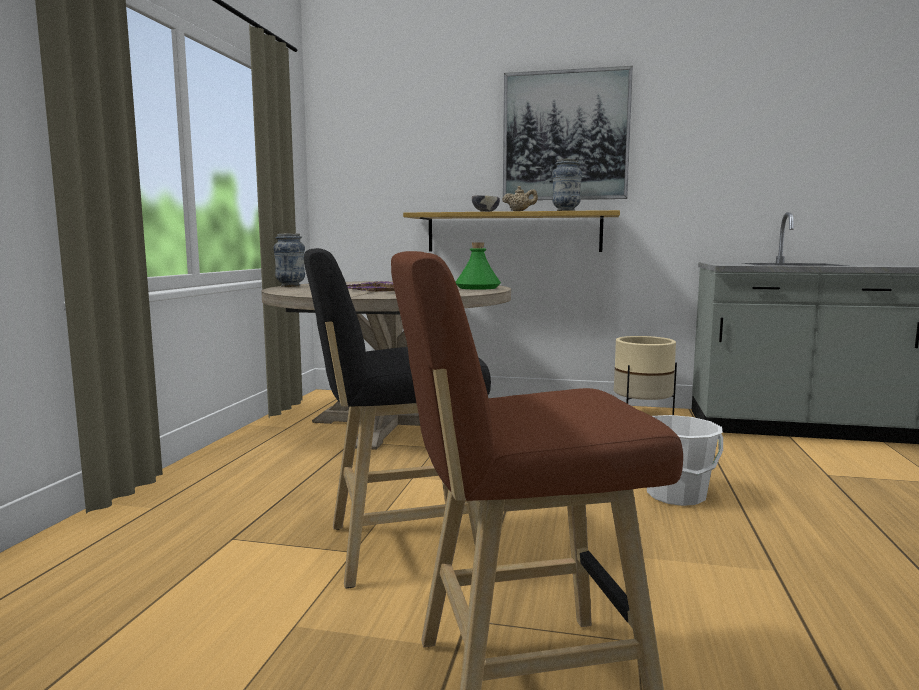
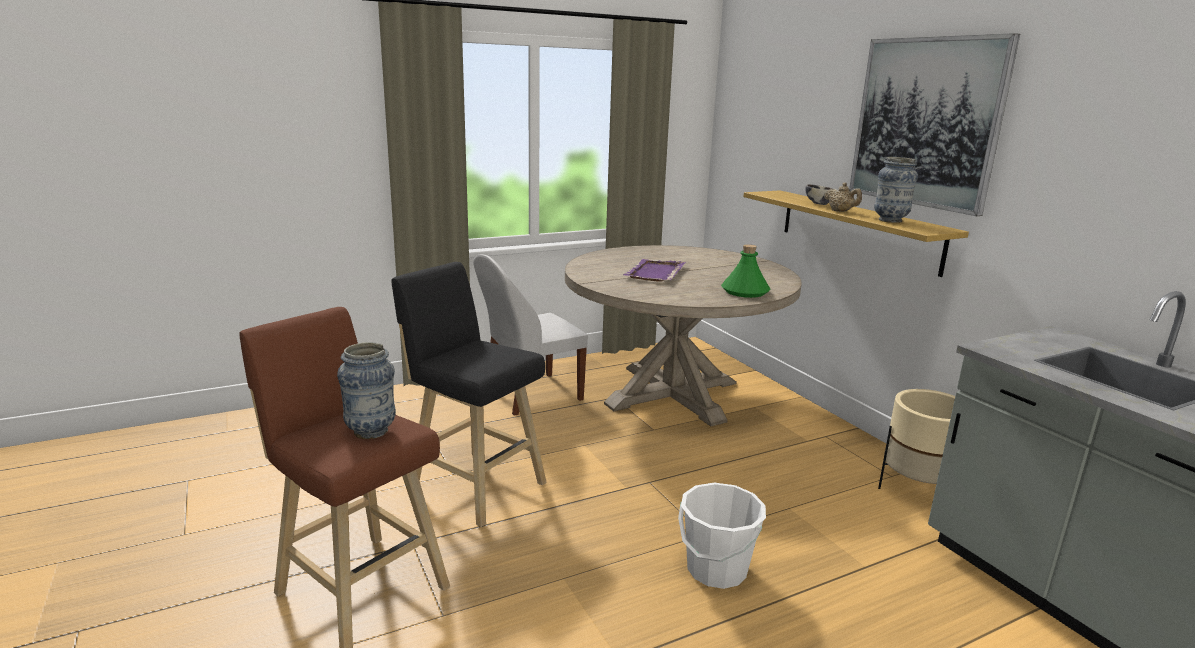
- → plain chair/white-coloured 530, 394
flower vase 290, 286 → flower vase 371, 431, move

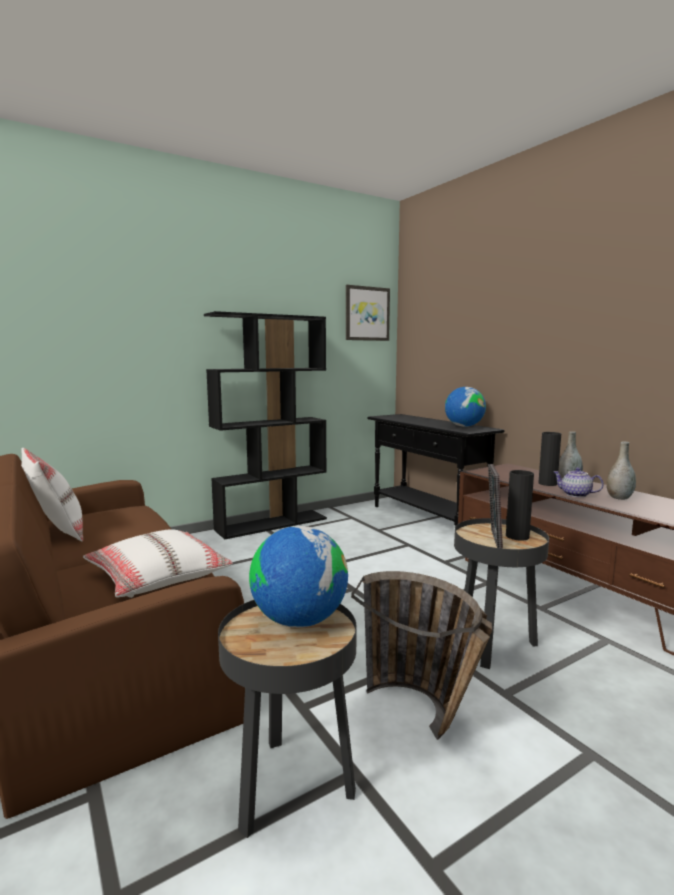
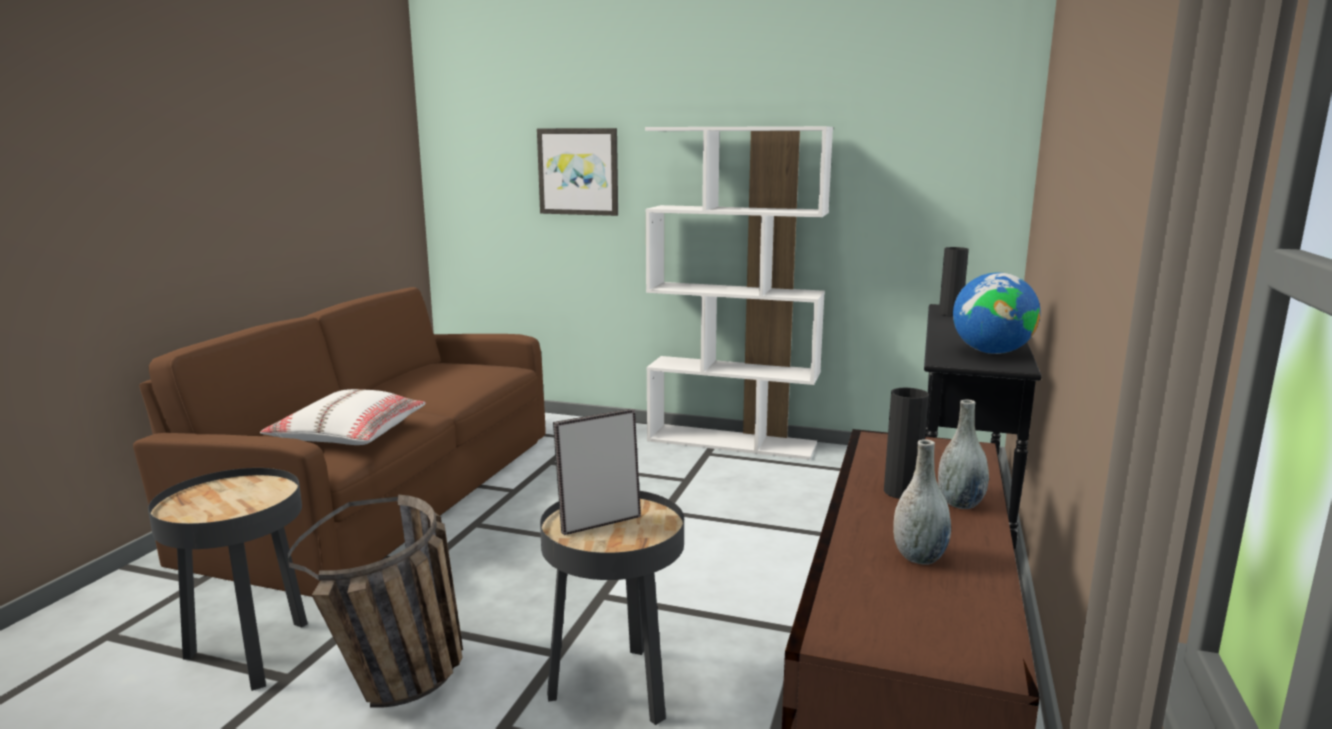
throw pillow/white-coloured 56, 532 → -
globe 299, 621 → -
teapot 575, 495 → -
picture 367, 313 → picture 578, 171, move
flower vase/black 517, 536 → flower vase/black 950, 314, move
shelving unit/black 272, 524 → shelving unit/white-coloured 732, 442

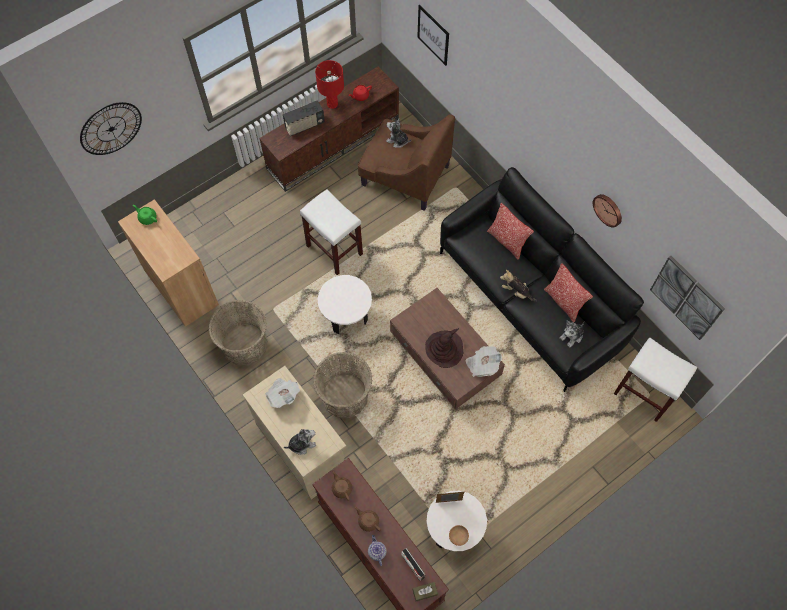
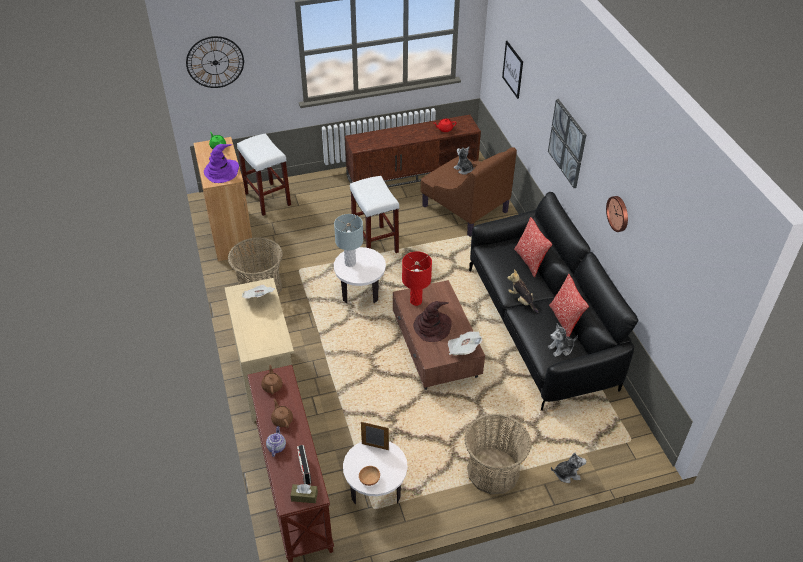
radio 304, 125 → -
- → clothing hat/purple 221, 171
- → tabletop lamp/grey 350, 263
plush toy 302, 443 → plush toy 567, 474, move
household basket 345, 396 → household basket 493, 471, move
tabletop lamp/reddish 332, 104 → tabletop lamp/reddish 416, 301, move
sitting stool/white-coloured 645, 393 → sitting stool/white-coloured 268, 199, move
picture 686, 297 → picture 567, 143, move

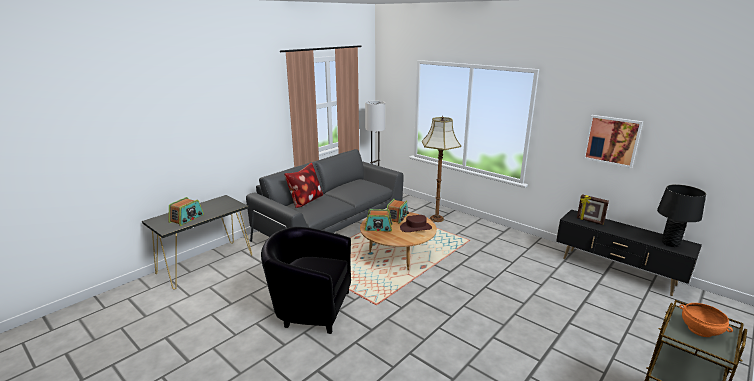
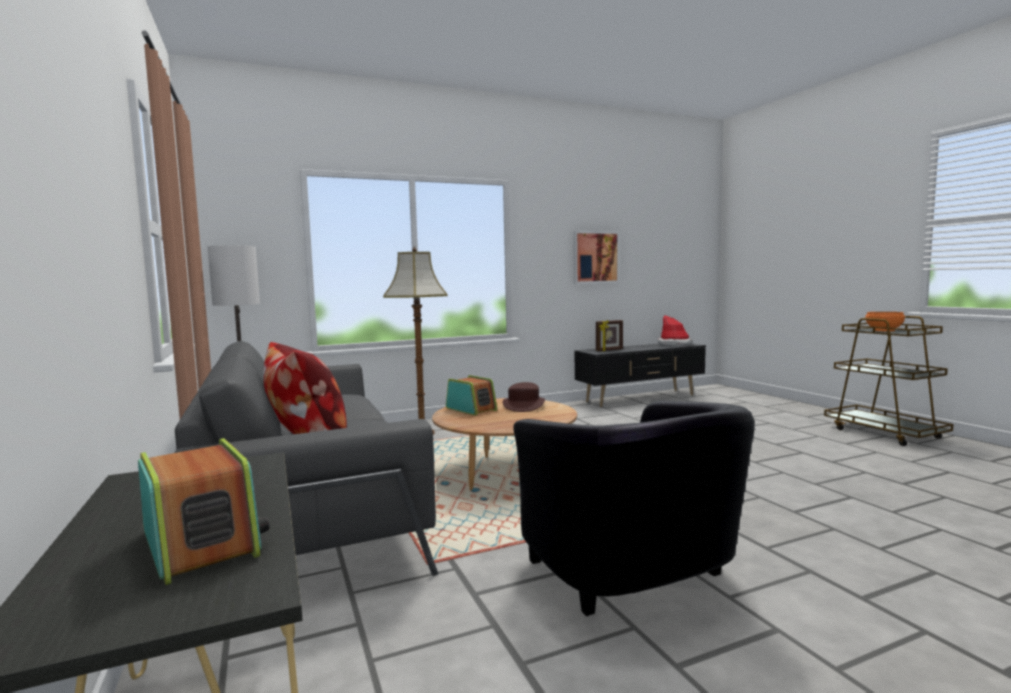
radio 378, 228 → -
tabletop lamp/black 670, 243 → clothing hat 674, 345
armchair/black 310, 307 → armchair/black 634, 577, 60 degrees counterclockwise

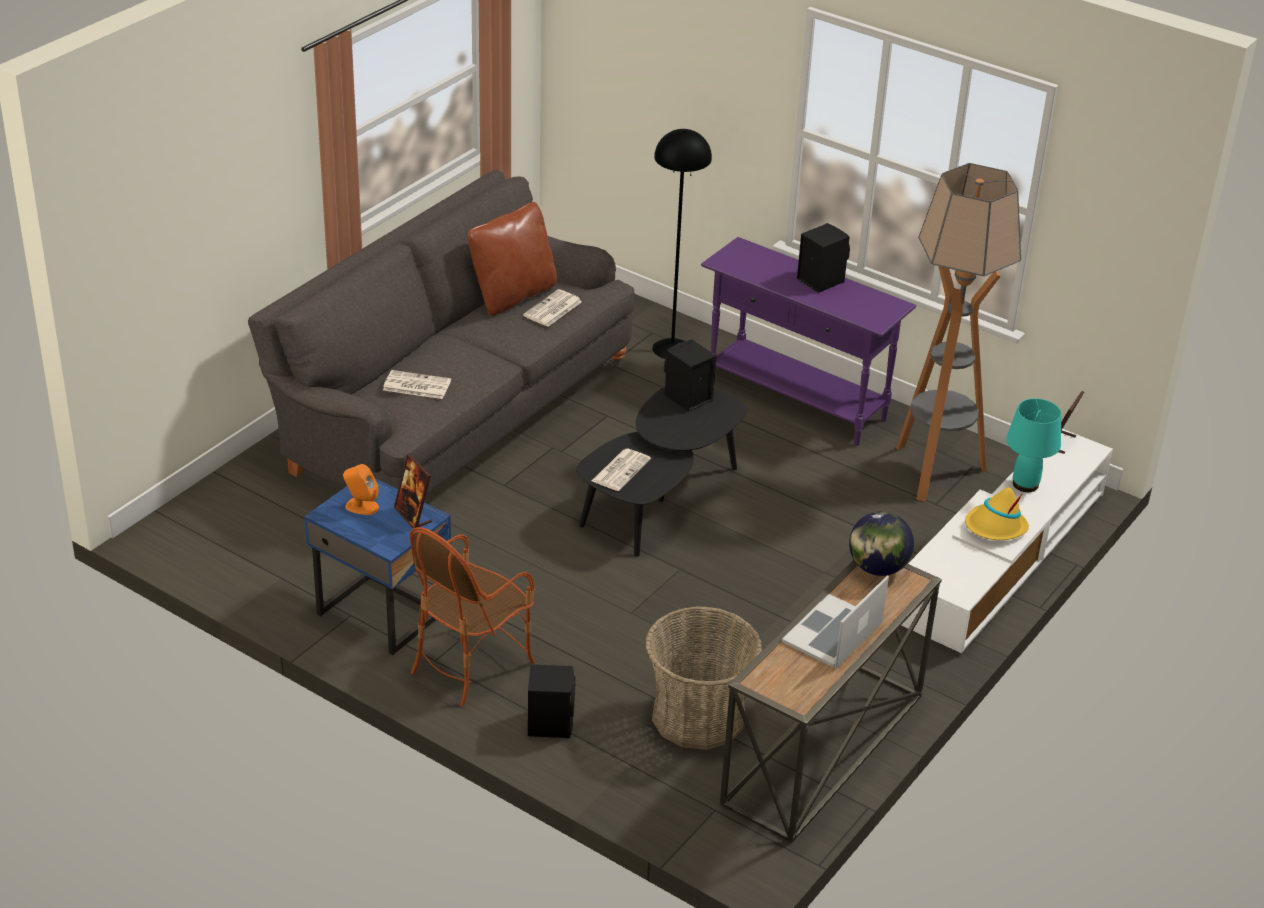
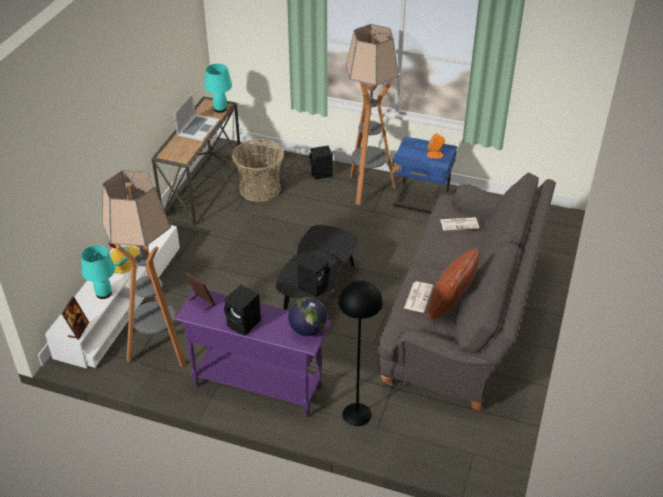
printed paper 621, 470 → -
- → tabletop lamp/blue-green 220, 109
picture frame 413, 515 → picture frame 201, 302, move
globe 877, 568 → globe 308, 329, move
armchair 471, 664 → floor lamp 368, 189

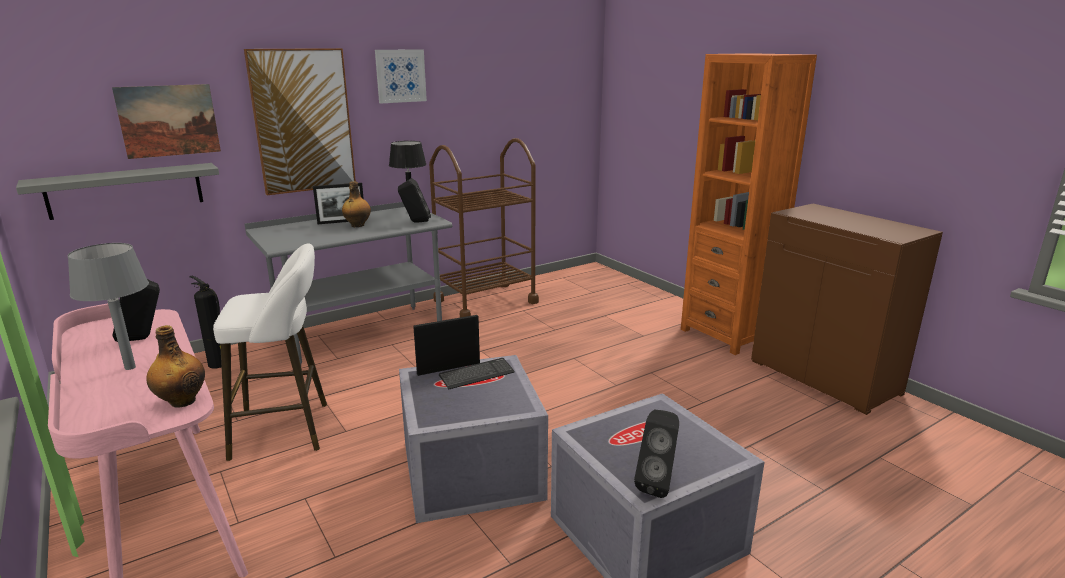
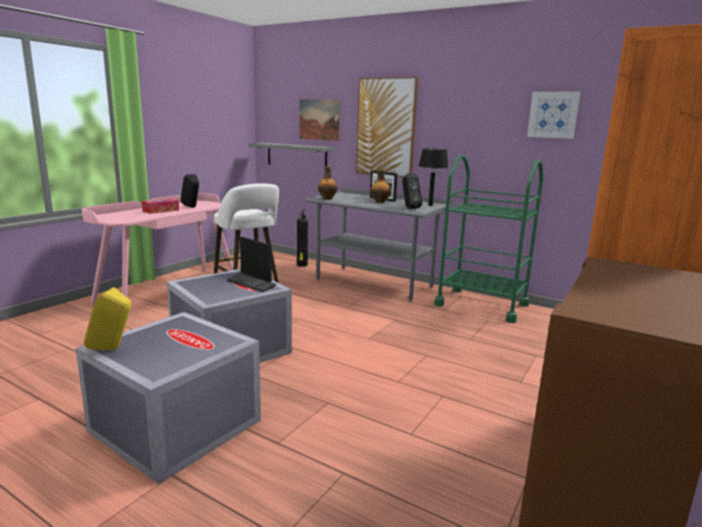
beverage bottle 182, 401 → beverage bottle 327, 199, move
picture 400, 76 → picture 553, 115, move
tabletop lamp/grey 130, 367 → tissue holder 161, 211
wheeled cart/brownish 485, 301 → wheeled cart/greenish 481, 305
audio speaker/black 658, 484 → audio speaker/yellow-coloured 112, 349

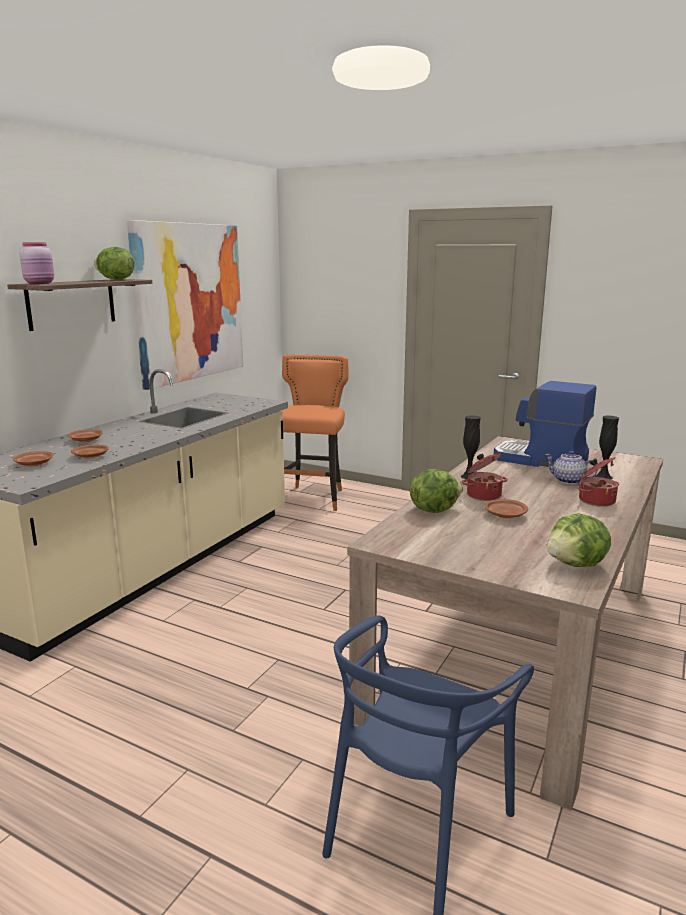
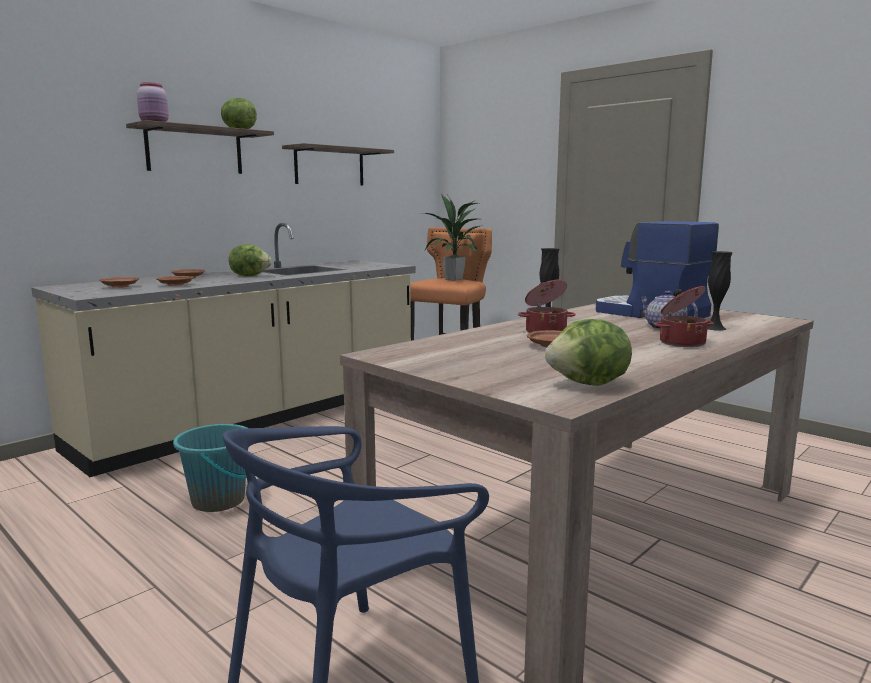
- → pail/blue-green 219, 500
- → houseplant 454, 279
lettuce head 433, 509 → lettuce head 249, 276, move
picture 189, 302 → shelf 329, 166

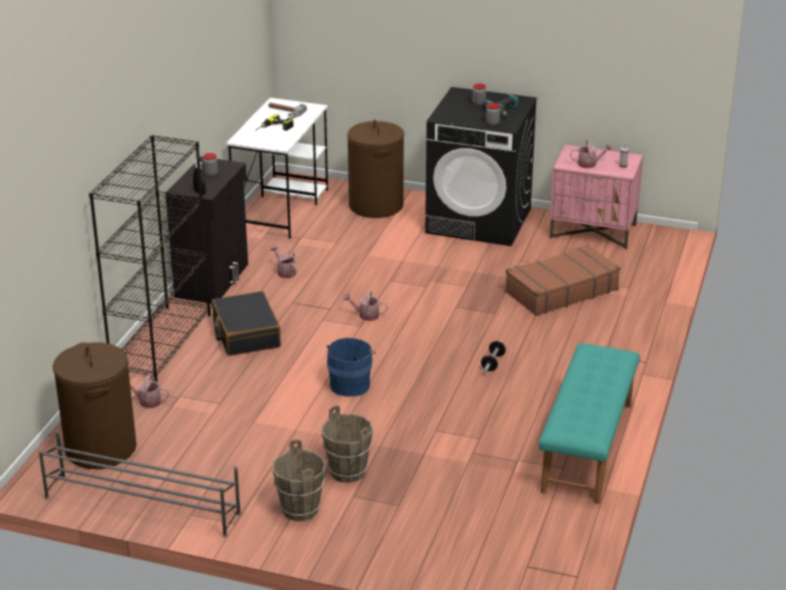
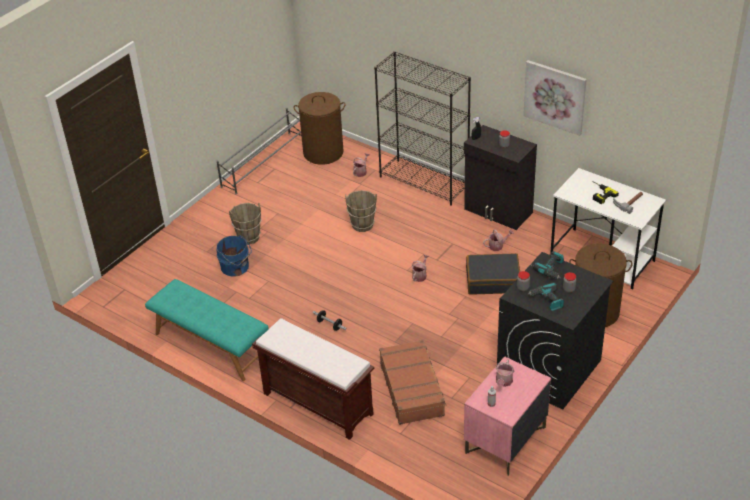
- → indoor bench/brownish 316, 403
- → picture 555, 96
- → power drill 552, 269
suitcase/black 246, 334 → suitcase/black 492, 280, move
pail/brownish 300, 510 → pail/brownish 362, 225, move
pail/blue 350, 384 → pail/blue 236, 267, move

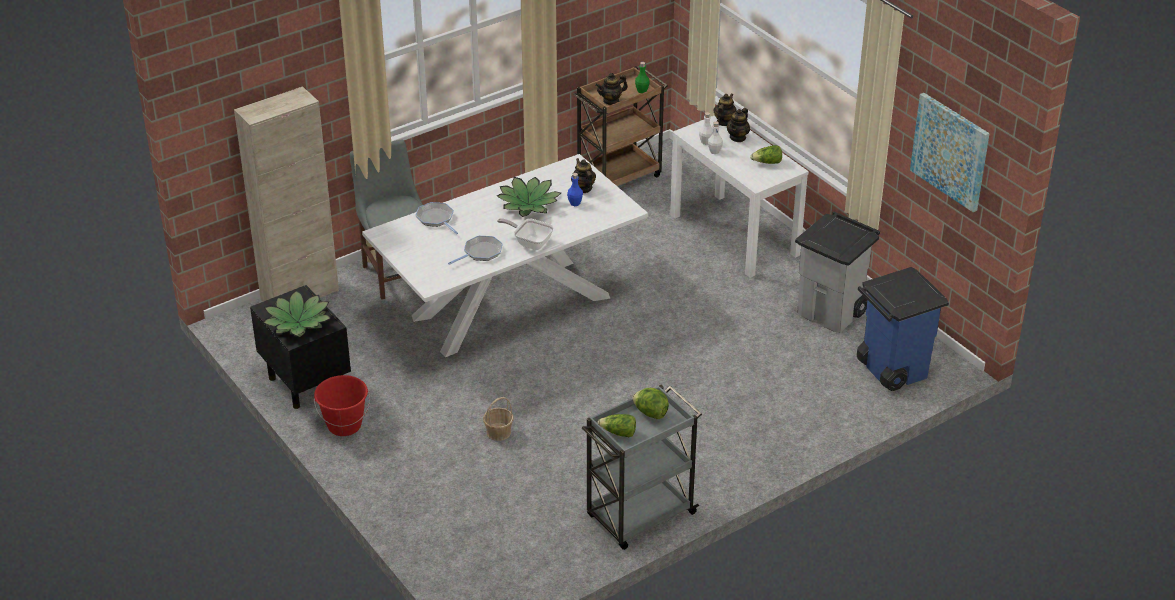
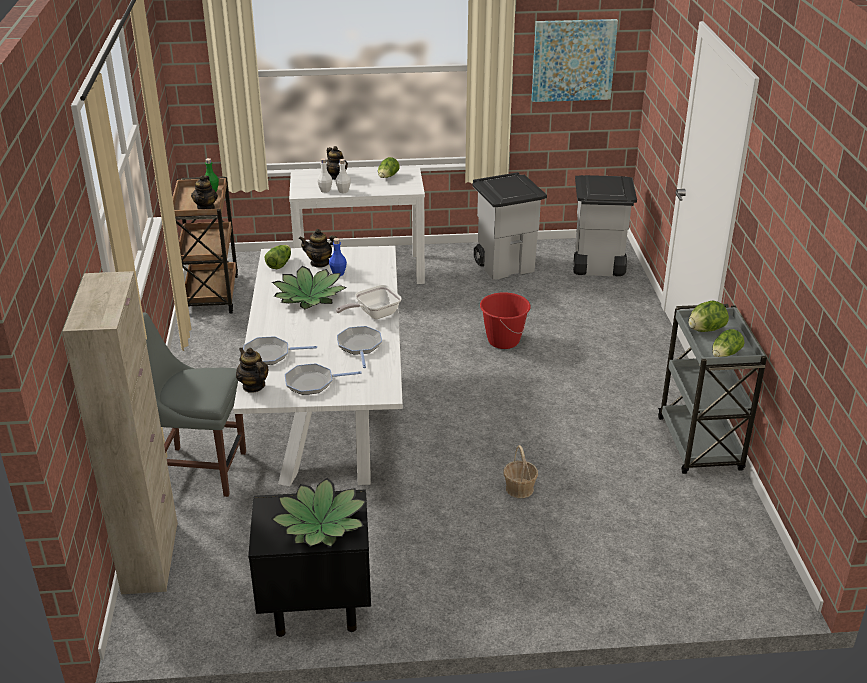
- → lettuce head 279, 264
- → skillet 312, 383
pail/reddish 344, 425 → pail/reddish 503, 341, move
teapot 724, 122 → teapot 253, 386, move
waste bin/blue 891, 370 → waste bin/grey 597, 267

